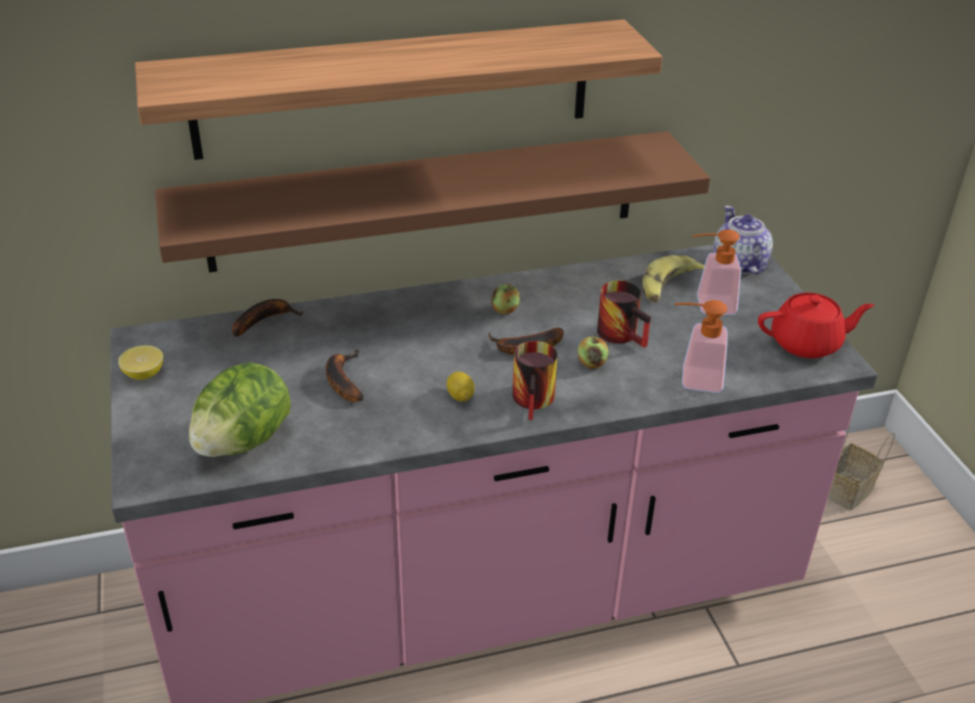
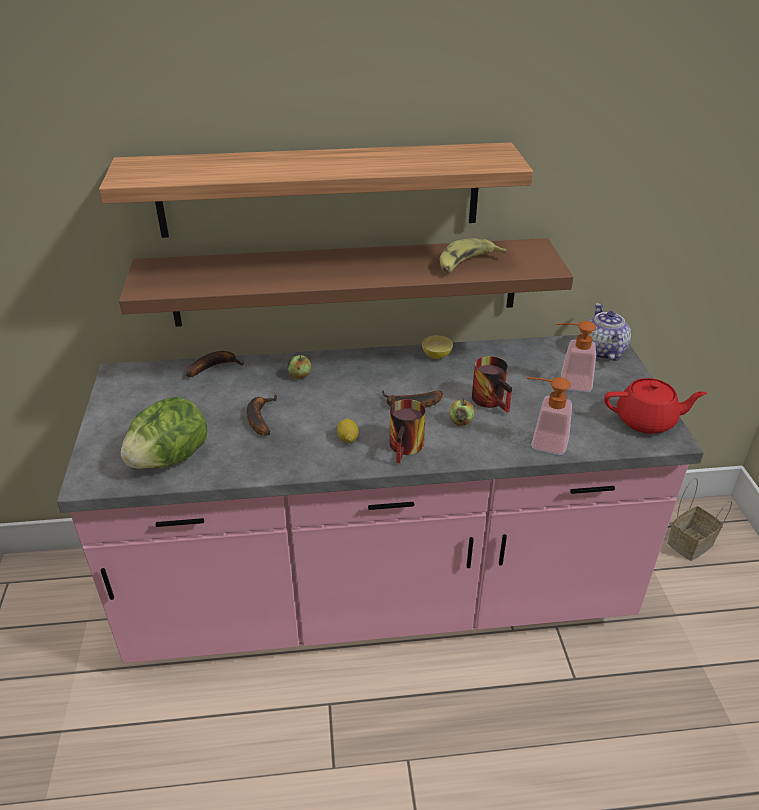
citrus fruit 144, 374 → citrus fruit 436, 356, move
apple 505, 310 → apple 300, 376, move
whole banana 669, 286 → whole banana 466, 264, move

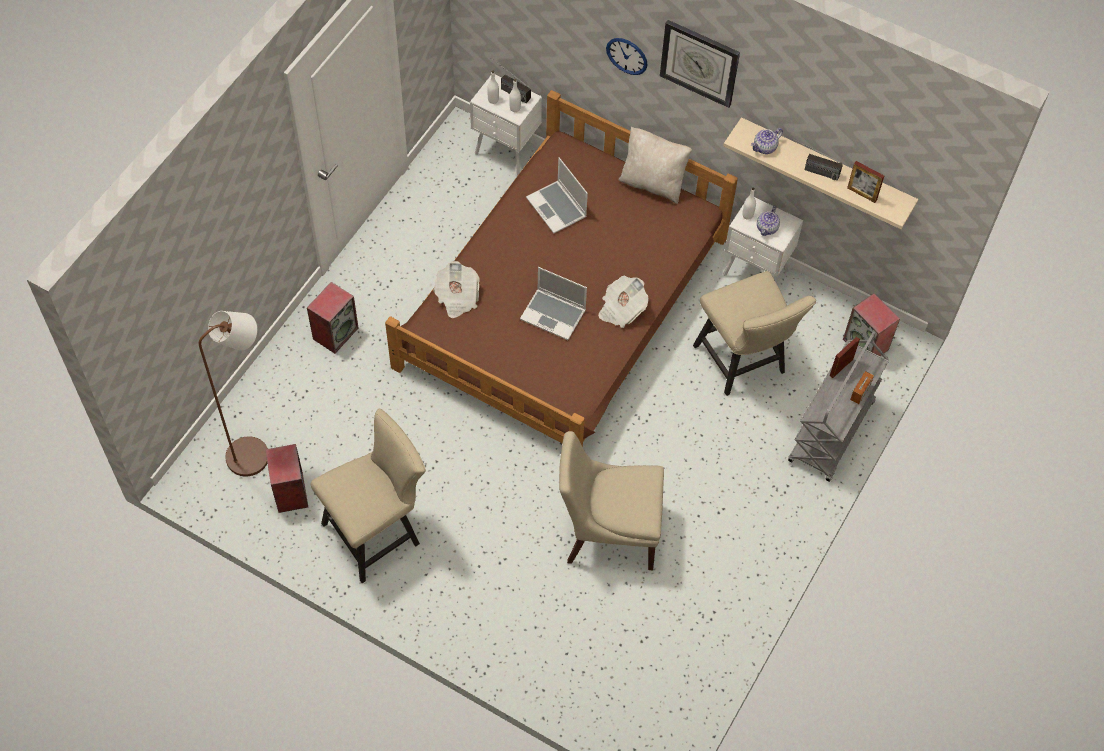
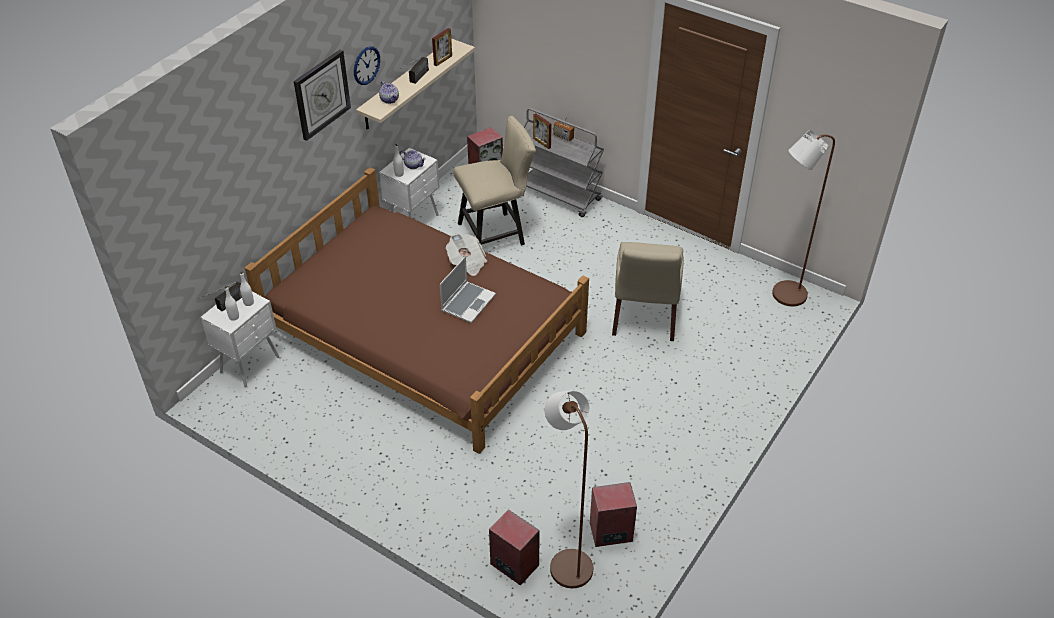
plain chair/sand-coloured 377, 531 → -
printed paper 457, 297 → -
portable computer 557, 208 → -
throw pillow/sand-coloured 652, 183 → -
- → floor lamp/brownish 783, 296
audio speaker 335, 333 → audio speaker 513, 564, move
hanging clock 627, 56 → hanging clock 366, 65, move

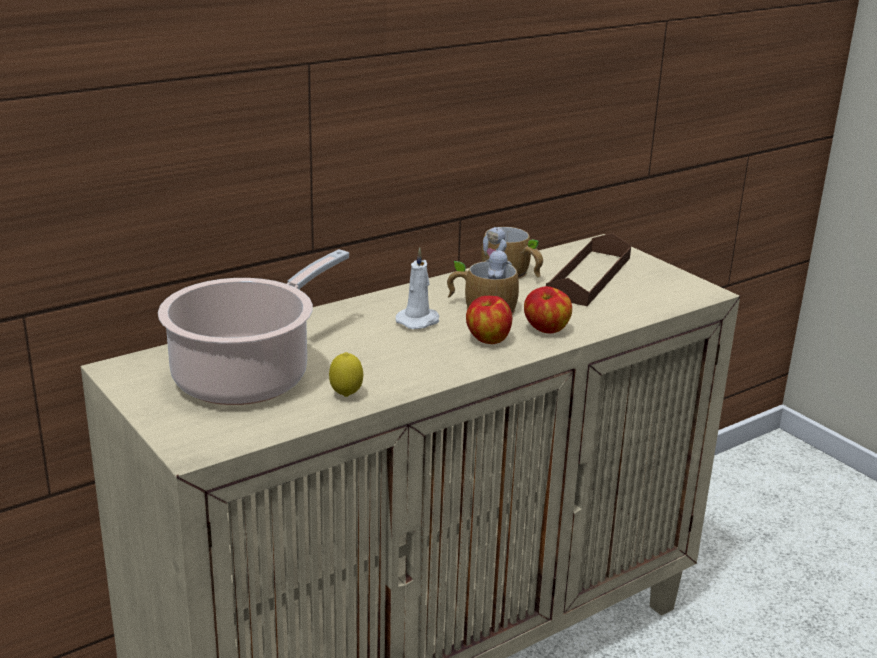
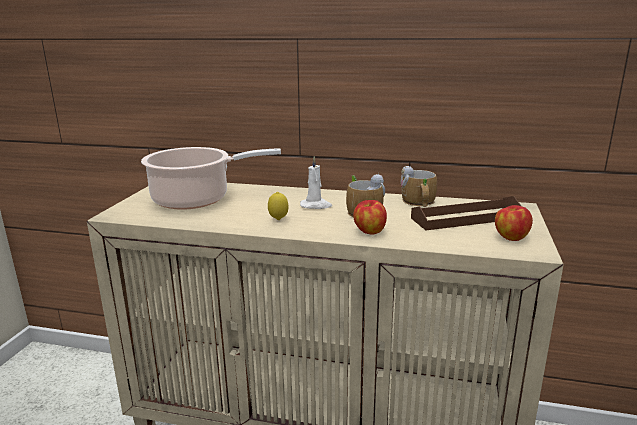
citrus fruit 346, 396 → citrus fruit 278, 220, move
apple 487, 340 → apple 510, 237, move

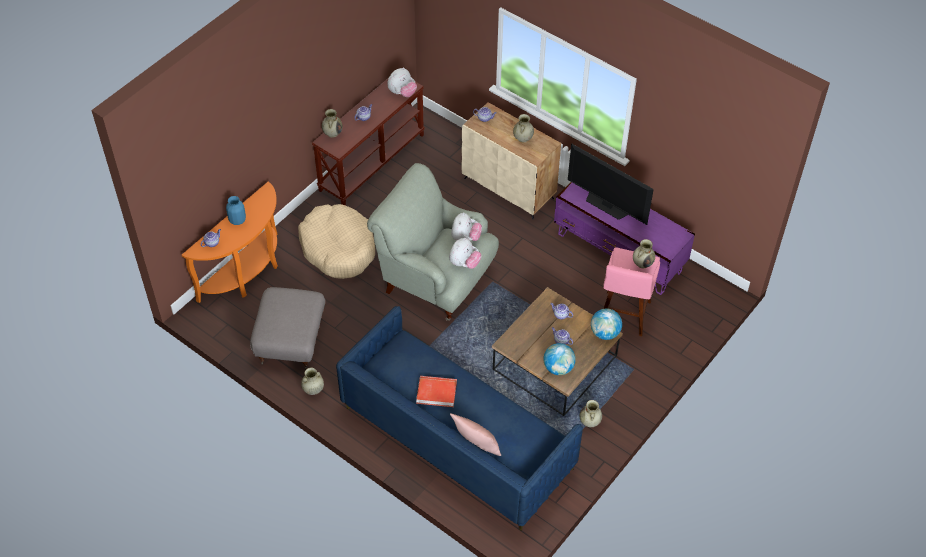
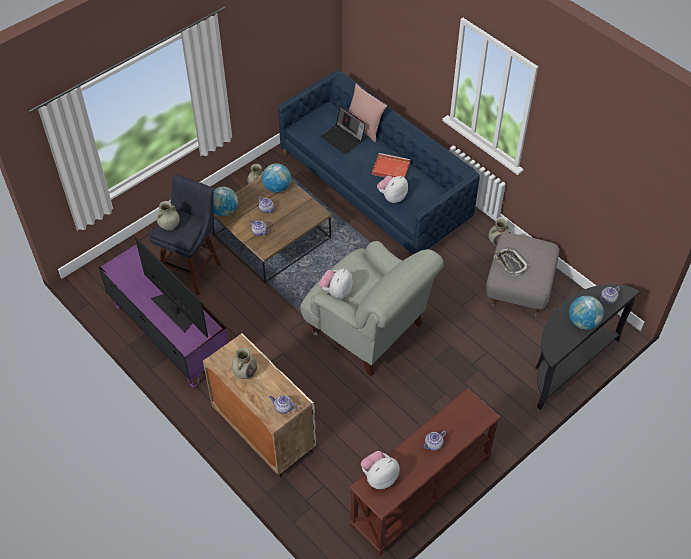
pet bed/sand-coloured 338, 248 → -
flower vase/sand-coloured 332, 133 → -
- → portable computer 343, 138
- → serving tray 510, 263
plush toy 464, 263 → plush toy 392, 197, move
flower vase/blue 237, 220 → globe 583, 322
console table/orange-coloured 247, 273 → console table/black 567, 364
sitting stool/pink-coloured 623, 317 → sitting stool/blue 192, 269

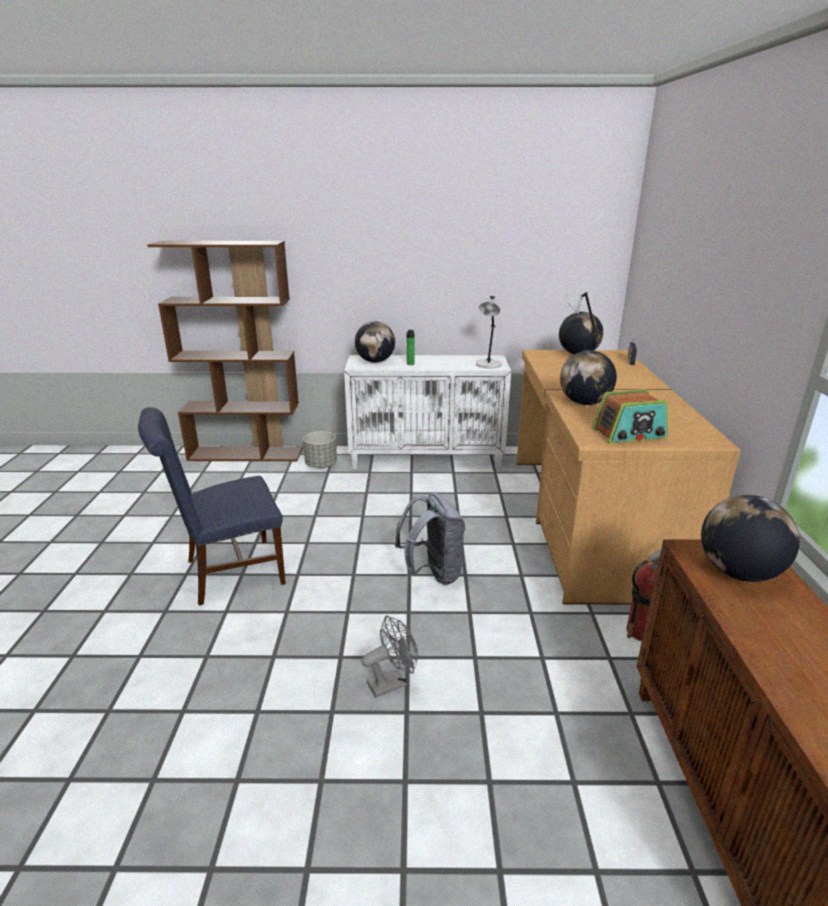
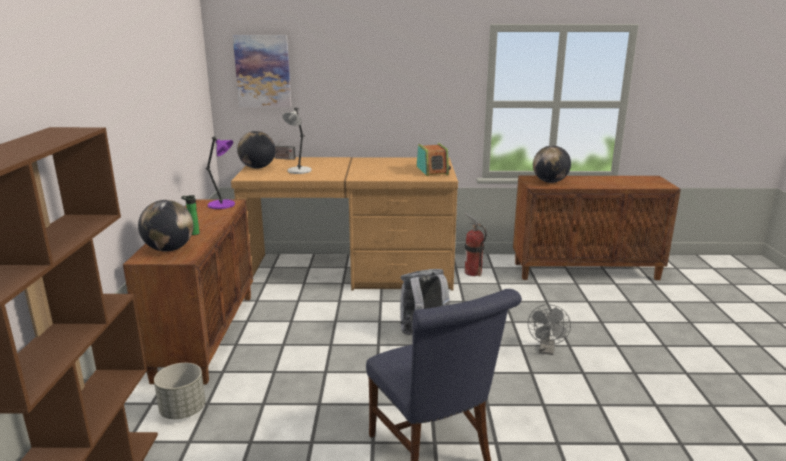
globe 584, 403 → -
- → picture 263, 71
cabinet/white-coloured 427, 458 → cabinet/brownish 206, 334
tabletop lamp/grey 488, 365 → tabletop lamp/purple 223, 205
cooling fan/grey 392, 682 → cooling fan/grey 546, 350, 135 degrees counterclockwise

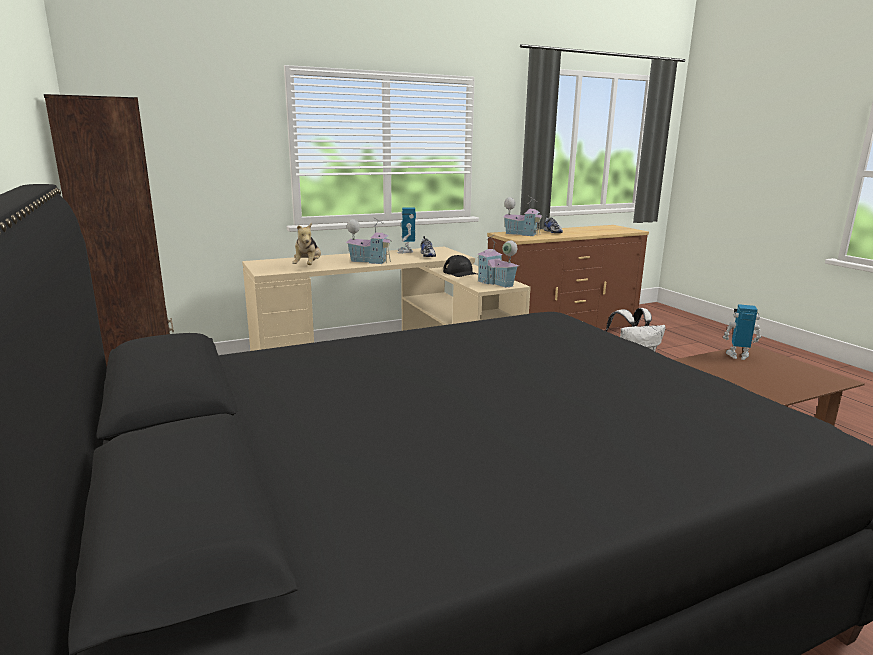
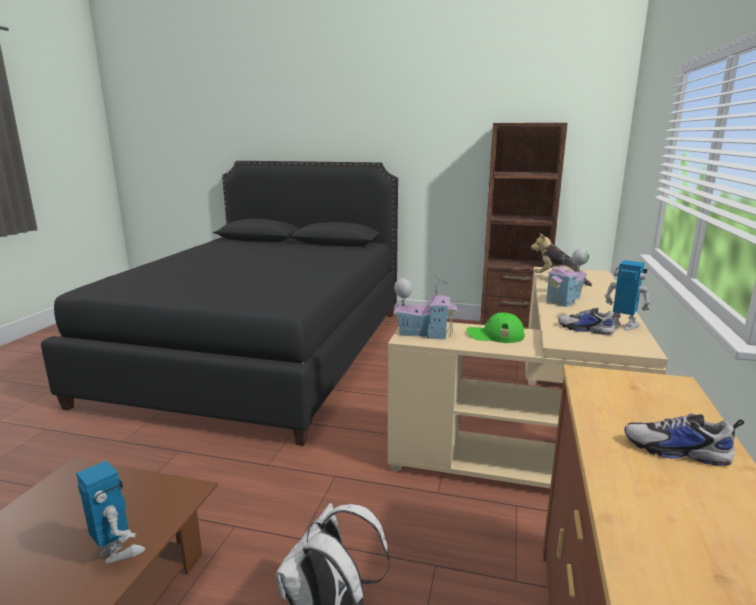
model house 522, 234 → -
baseball cap/black 460, 273 → baseball cap/greenish 495, 335
model robot 738, 356 → model robot 118, 551, 105 degrees counterclockwise

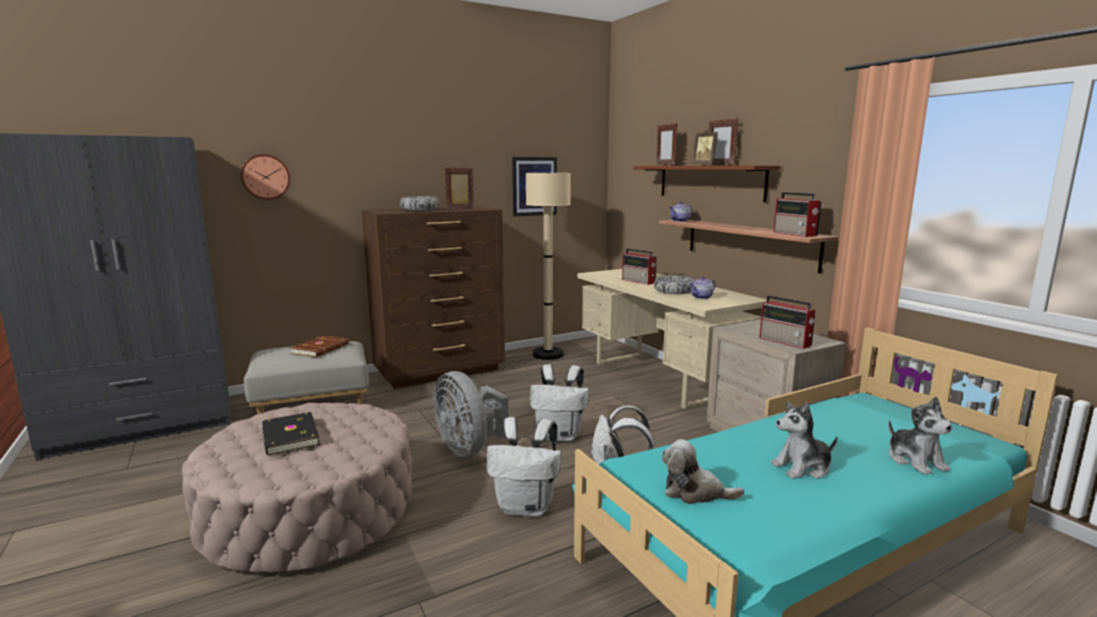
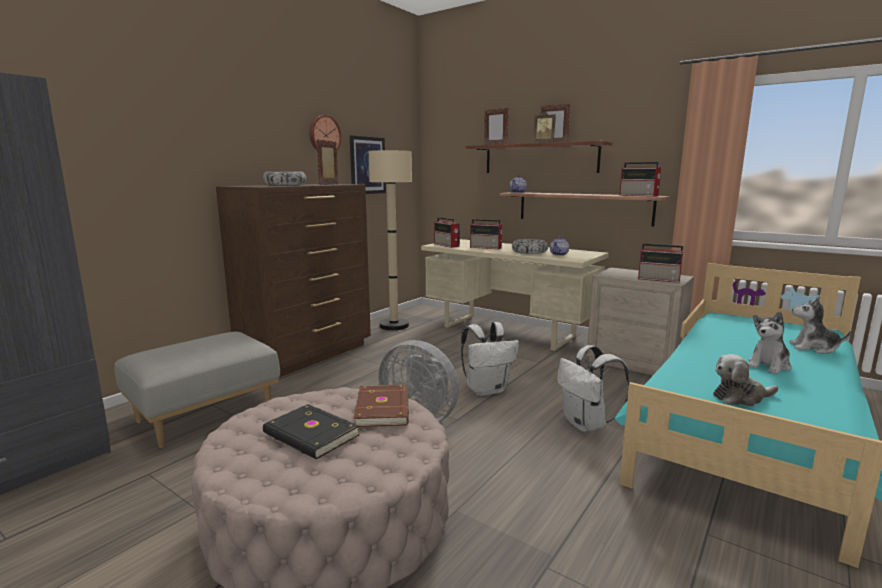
backpack/white-coloured 526, 507 → -
- → radio 447, 245
hanging clock 265, 177 → hanging clock 324, 135, move
book/brownish 321, 349 → book/brownish 384, 408, move
plush toy 915, 461 → plush toy 813, 348, 150 degrees clockwise

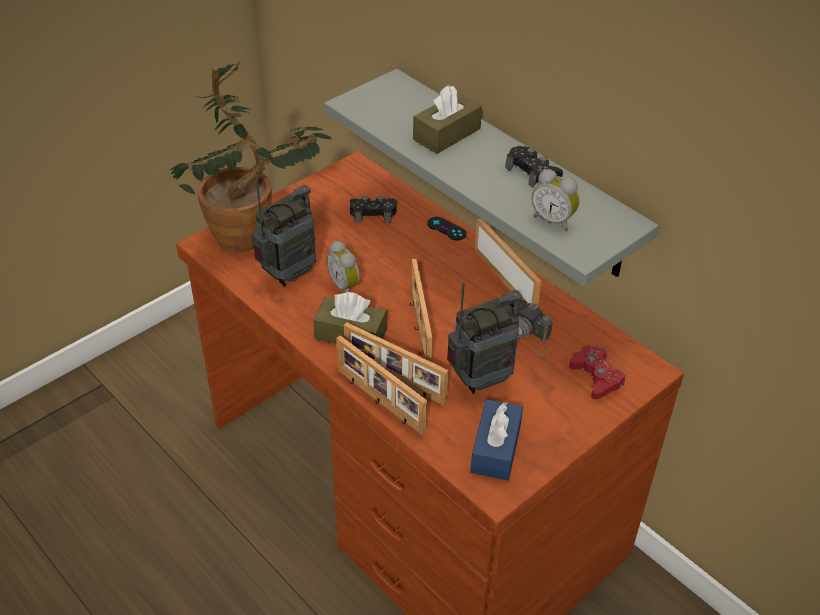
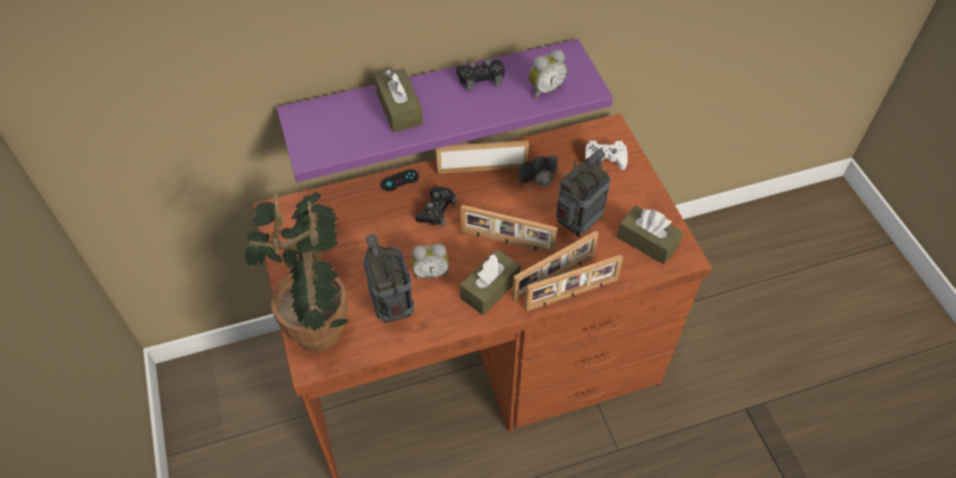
gamepad/black 373, 213 → gamepad/black 436, 210, move
shelf/grey 513, 173 → shelf/purple 434, 97
tissue holder/blue 495, 449 → tissue holder/brownish 647, 241
gamepad/reddish 596, 377 → gamepad/white-coloured 605, 159
radio 482, 380 → radio 578, 223, 45 degrees clockwise

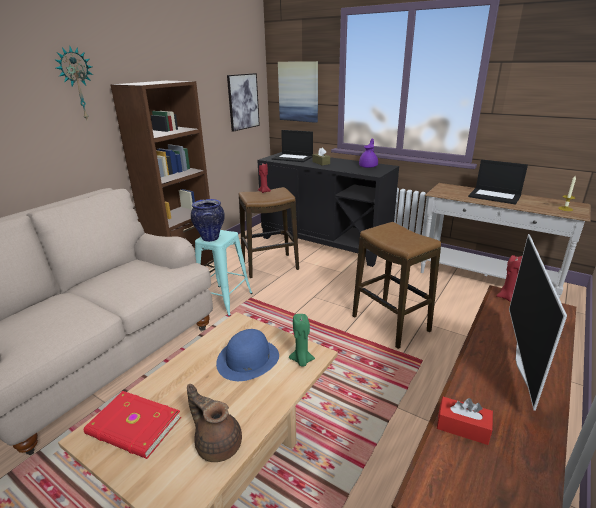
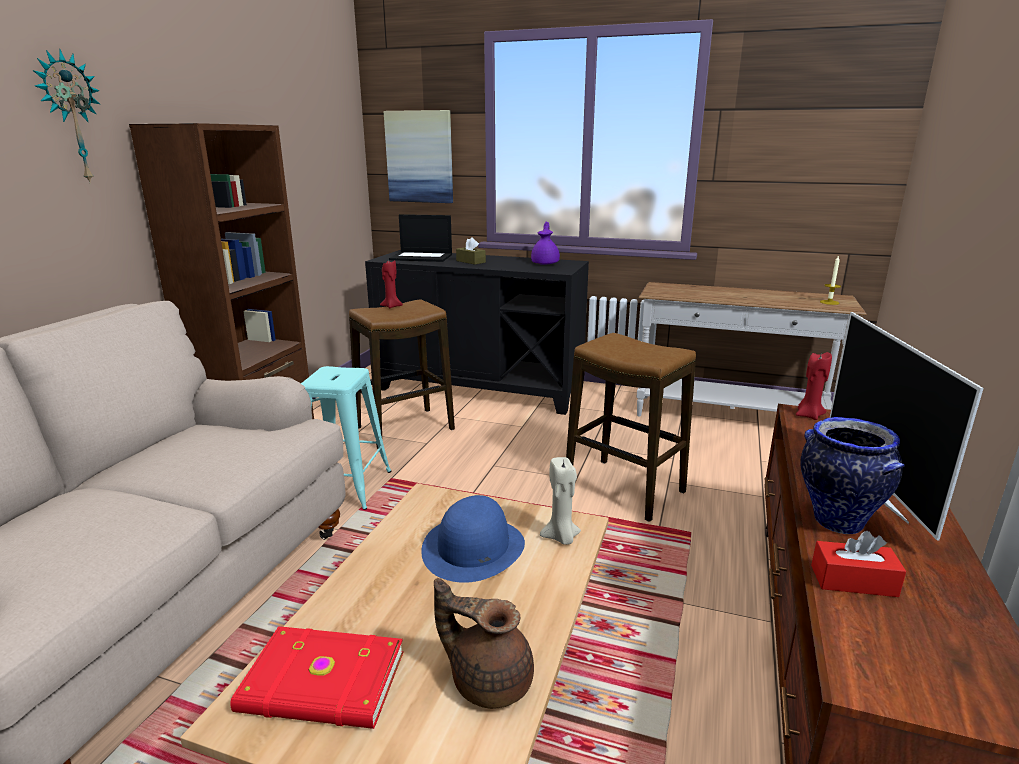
picture 243, 102 → -
portable computer 495, 196 → -
flower vase 210, 238 → flower vase 836, 522, move
candle/greenish 301, 361 → candle/sand-coloured 561, 538

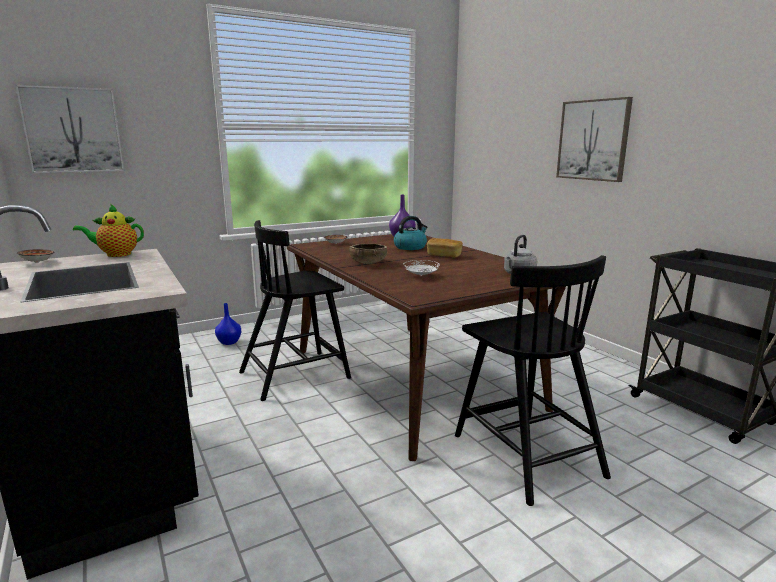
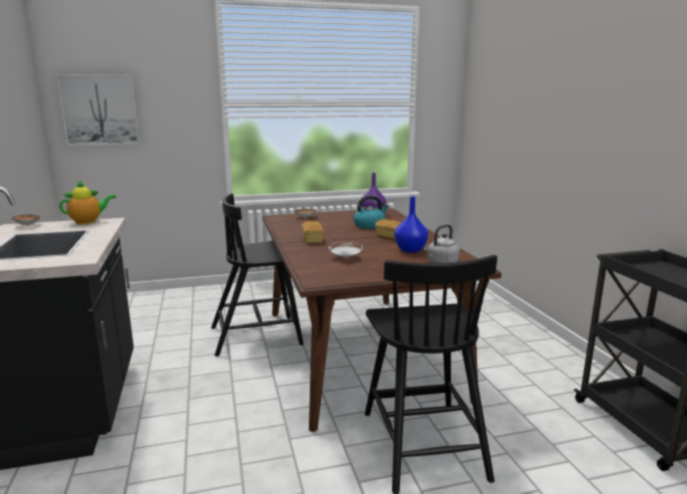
picture 593, 140 → -
flower vase/blue 229, 342 → flower vase/blue 411, 250, move
serving bowl/brownish 368, 263 → baked bread 312, 240
teapot 116, 254 → teapot 88, 222, 150 degrees clockwise

